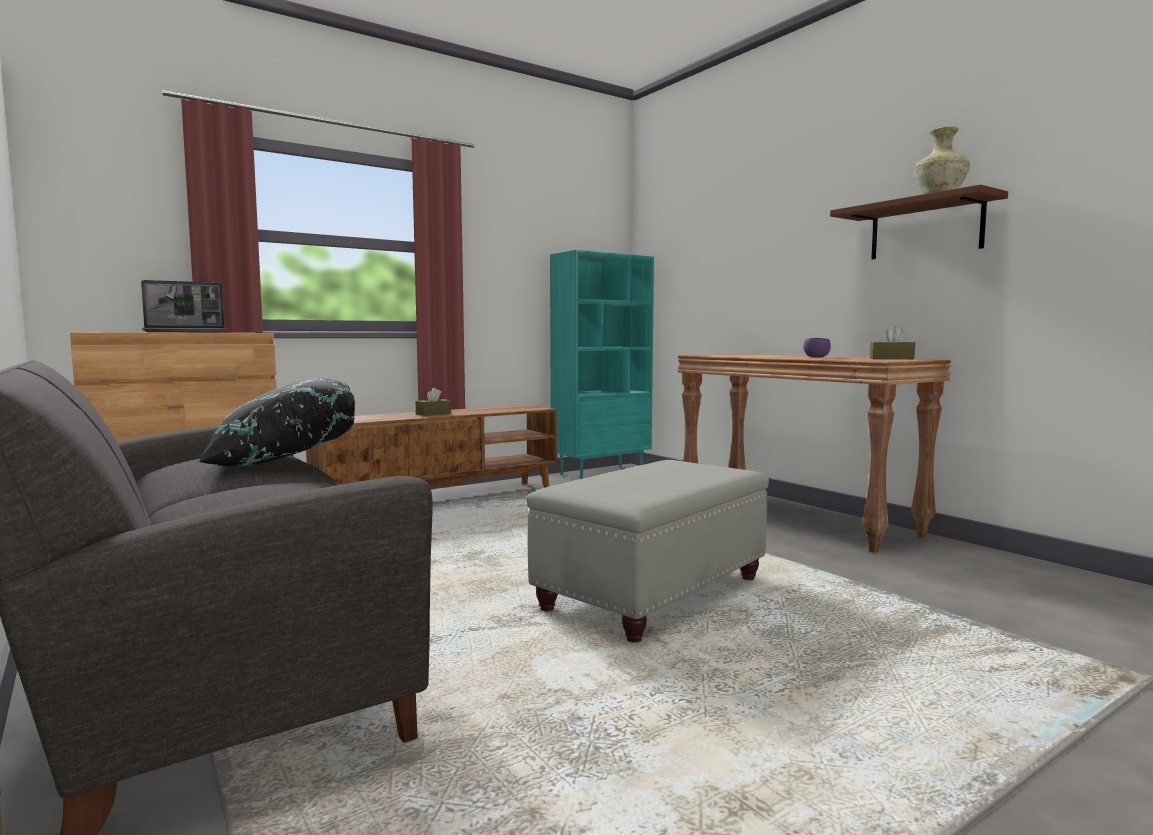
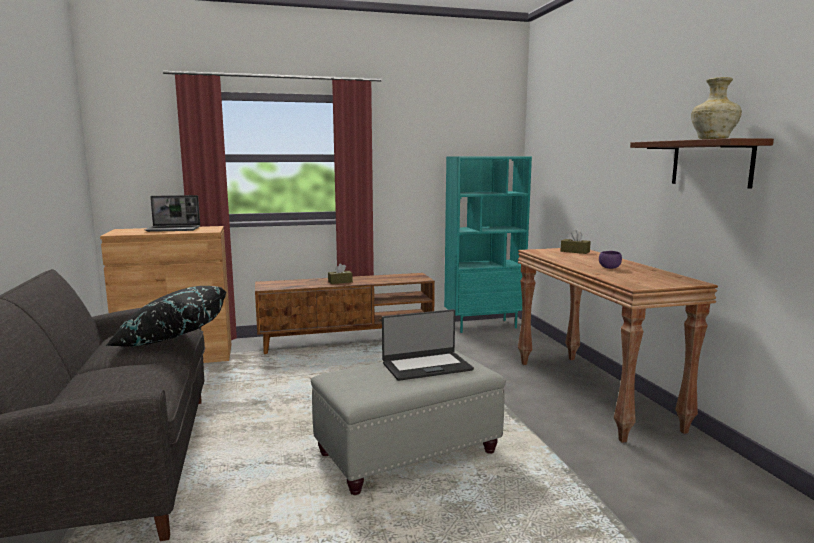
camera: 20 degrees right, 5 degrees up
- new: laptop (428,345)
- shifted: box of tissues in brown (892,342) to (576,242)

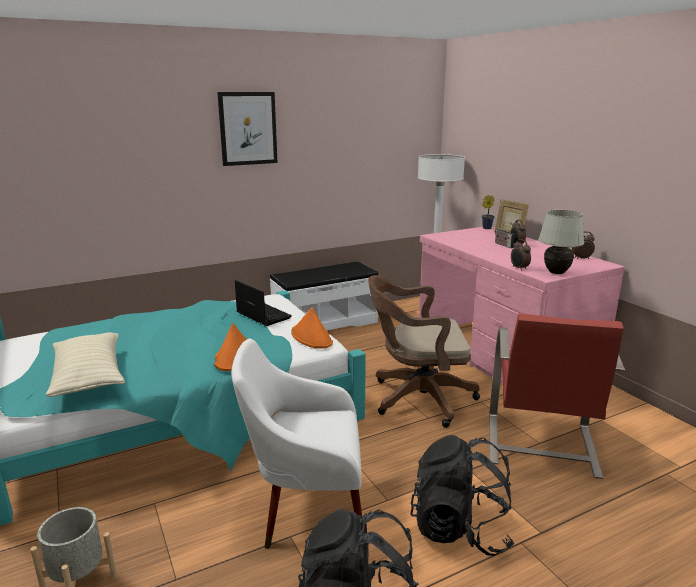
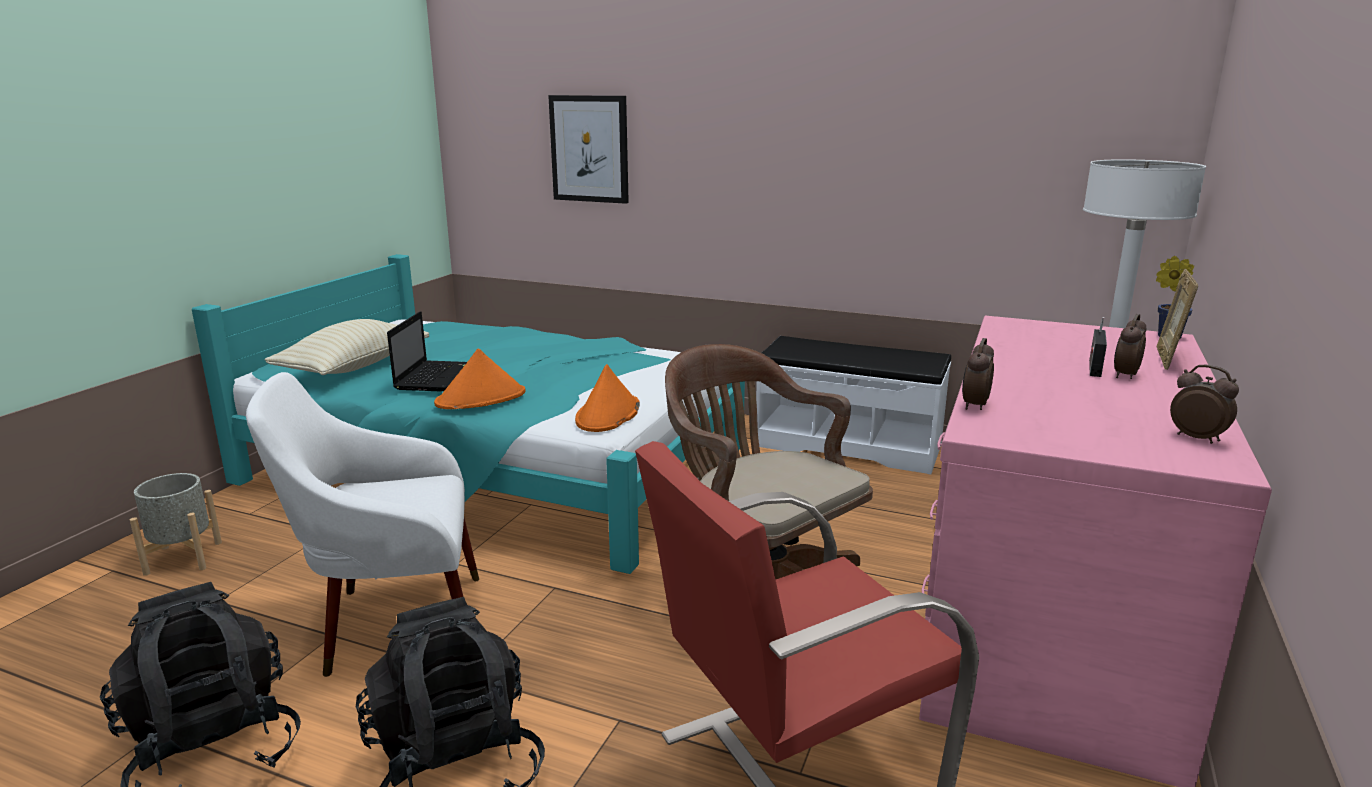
camera: 50 degrees right, 0 degrees up
- rotated: easy chair in whitish (296,444) = (362,524) 60 degrees counterclockwise
- shifted: laptop (263,303) to (427,351)
- shifted: picture (247,129) to (588,149)
- gone: lamp for a table in whitish (561,242)

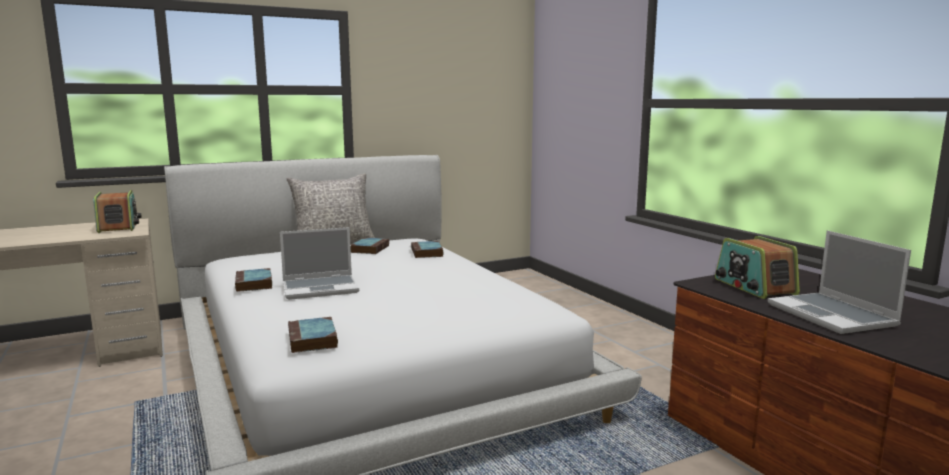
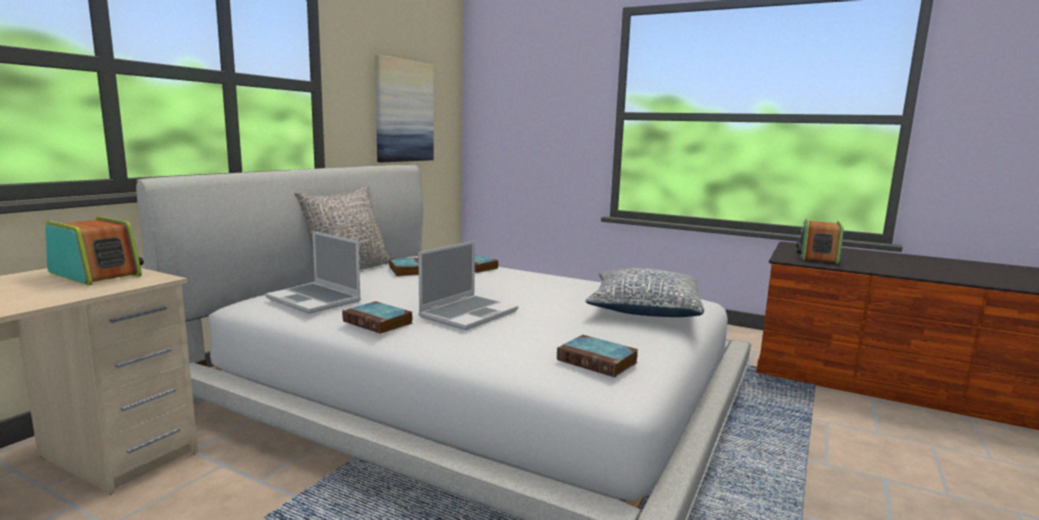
camera: 35 degrees left, 0 degrees up
- shifted: laptop (839,282) to (313,272)
- new: picture (404,108)
- new: throw pillow (644,292)
- rotated: radio set (757,267) = (820,241) 75 degrees clockwise

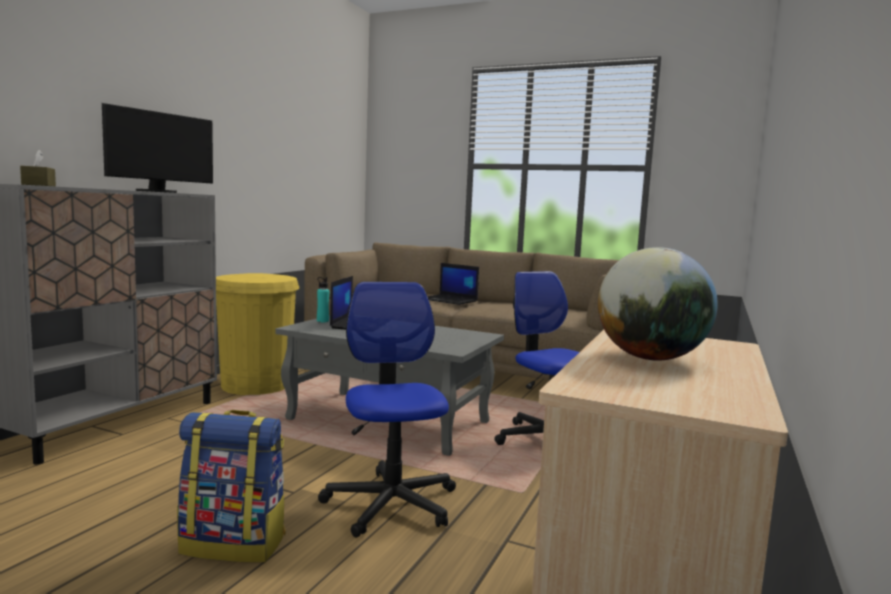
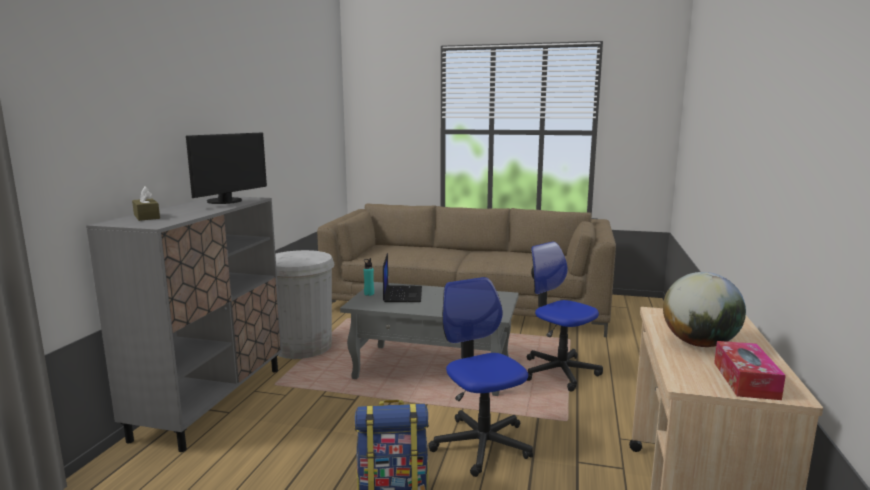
camera: 10 degrees left, 5 degrees up
- repainted: rubbish bin in yellowish (257,334) to rubbish bin in whitish (305,304)
- new: box of tissues (750,370)
- gone: laptop (453,284)

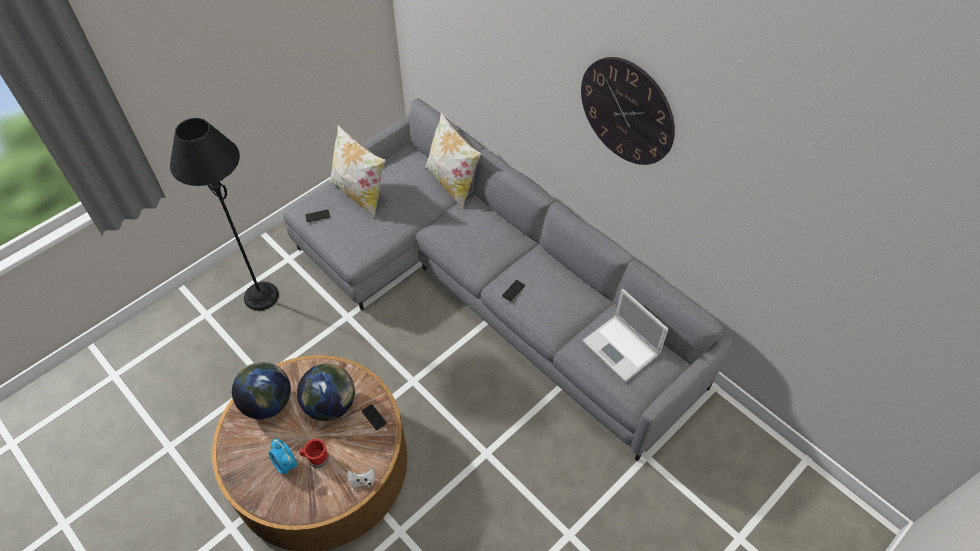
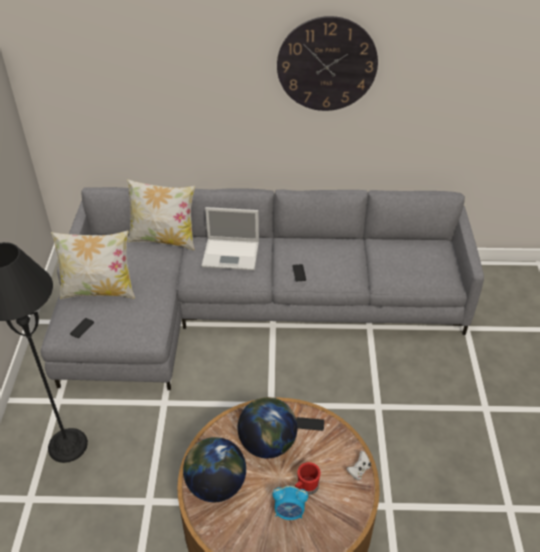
camera: 45 degrees left, 10 degrees down
- shifted: laptop (625,335) to (230,238)

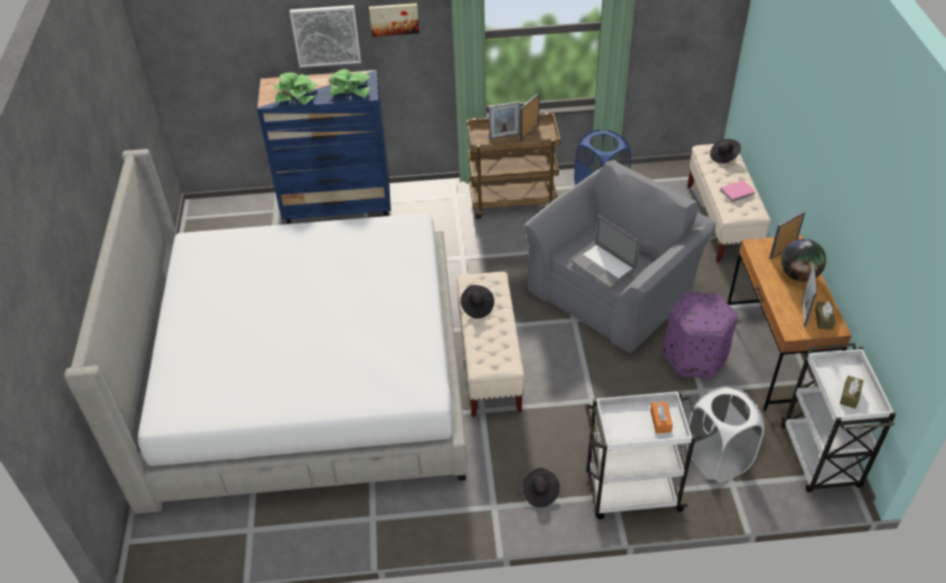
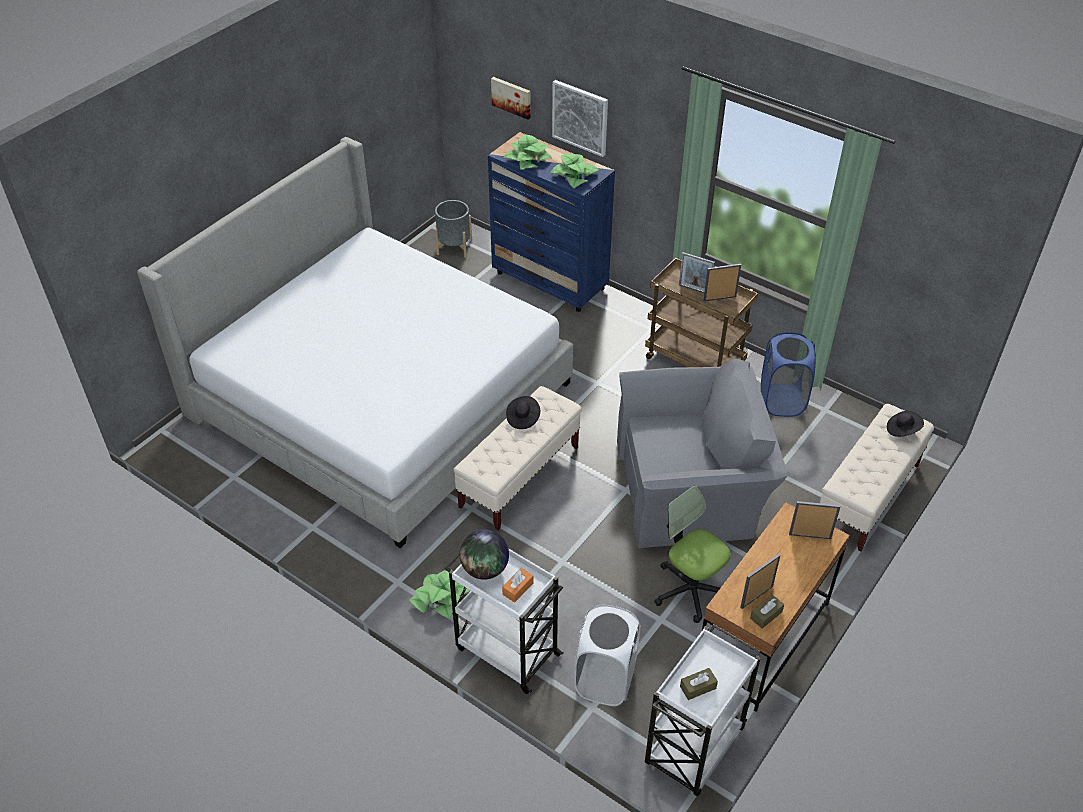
camera: 40 degrees right, 0 degrees up
- swapped: clothing hat in black (541,487) to houseplant (439,594)
- new: plant pot in gray (453,229)
- shifted: globe (803,260) to (484,555)
- shifted: picture (394,20) to (511,98)
- swapped: footrest in purplish (700,335) to computer chair (692,554)
- gone: laptop (605,252)
- gone: volume in pinkish (737,191)

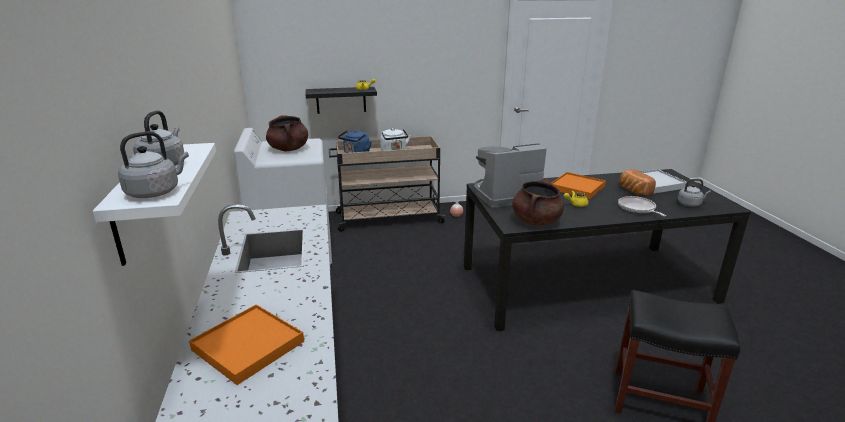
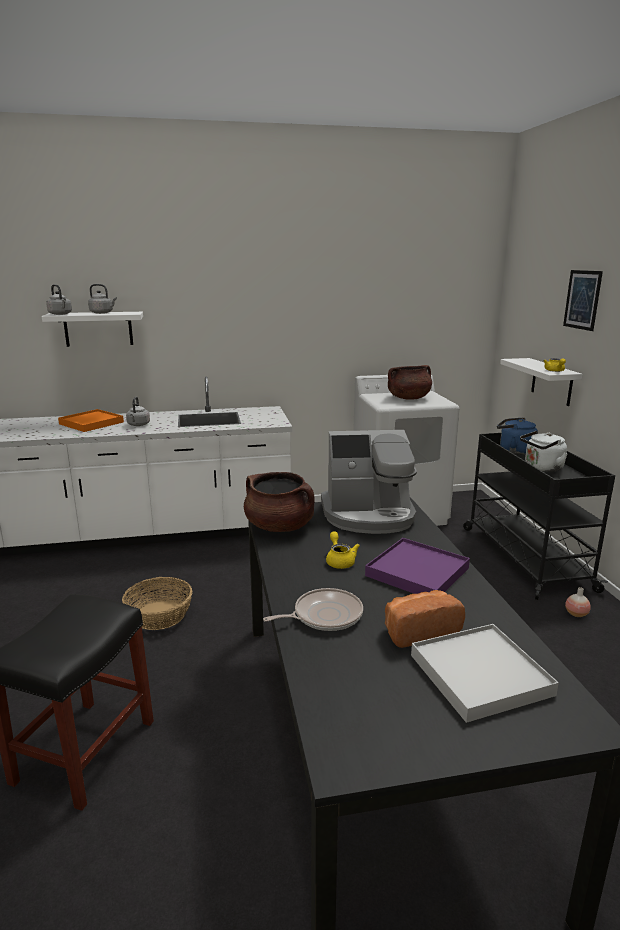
camera: 90 degrees right, 5 degrees down
- new: household basket (157,603)
- shifted: kettle in gray (694,193) to (138,411)
- rotated: coffee maker (510,175) = (369,482) 105 degrees clockwise
- repainted: serving tray in orangey (579,185) to serving tray in purplish (417,566)
- repainted: cart in beige-coloured (387,184) to cart in black (539,516)
- repainted: shelf in black (341,100) to shelf in whitish (541,382)
- new: picture (583,300)

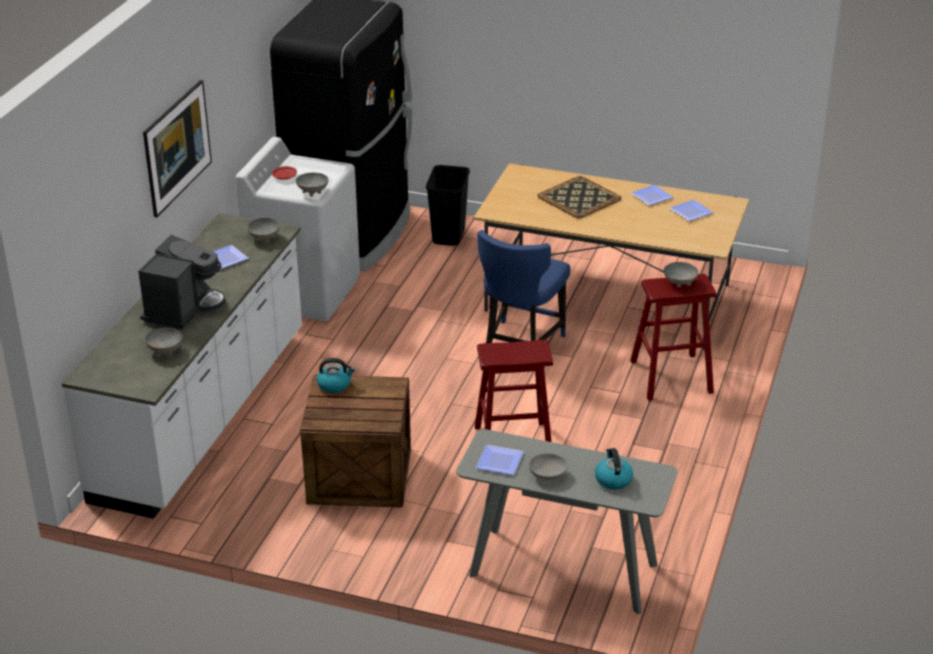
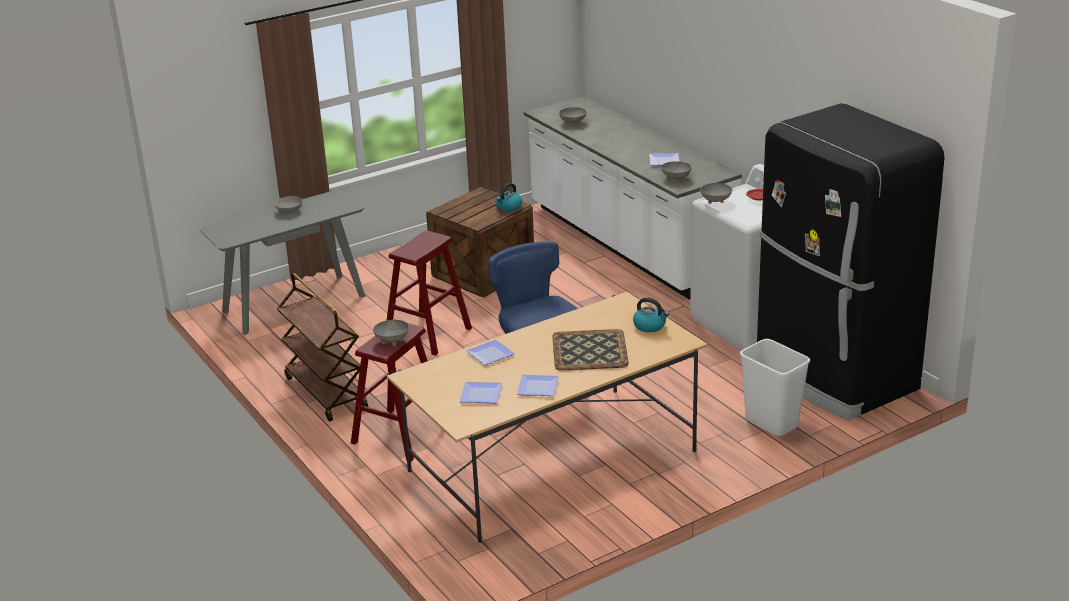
camera: 130 degrees right, 5 degrees down
- new: cart in brown (322,347)
- shifted: plate (500,460) to (490,353)
- shifted: kettle (614,469) to (651,314)
- repainted: rubbish bin in black (448,205) to rubbish bin in whitish (775,387)
- gone: coffee maker (182,282)
- gone: picture (177,148)

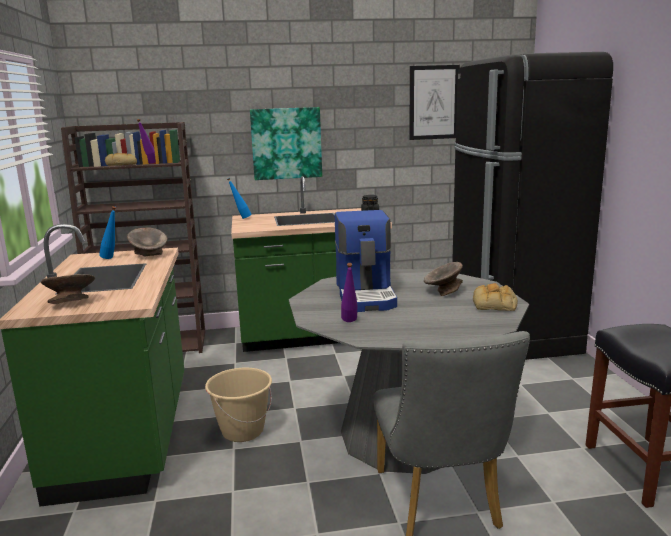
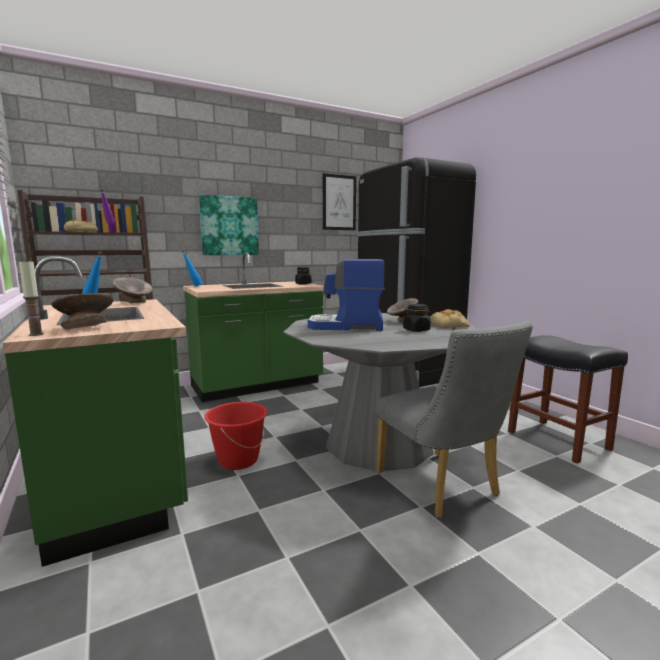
camera: 20 degrees left, 5 degrees down
- new: wax light (31,297)
- repainted: water bucket in beige-coloured (238,405) to water bucket in red (235,436)
- rotated: coffee maker (366,261) = (346,295) 120 degrees clockwise
- new: preserve jar in black (417,318)
- gone: drink bottle in purplish (349,292)

